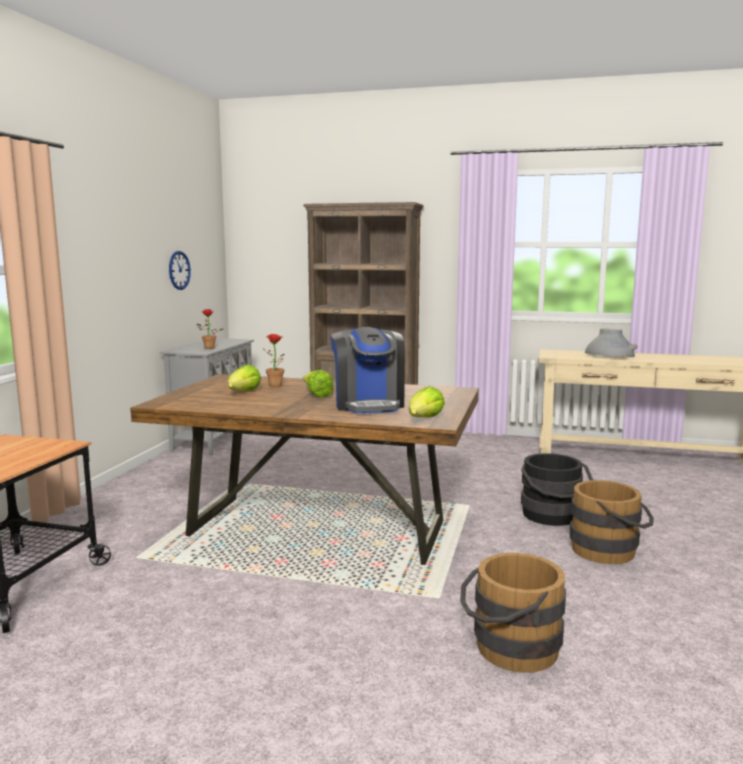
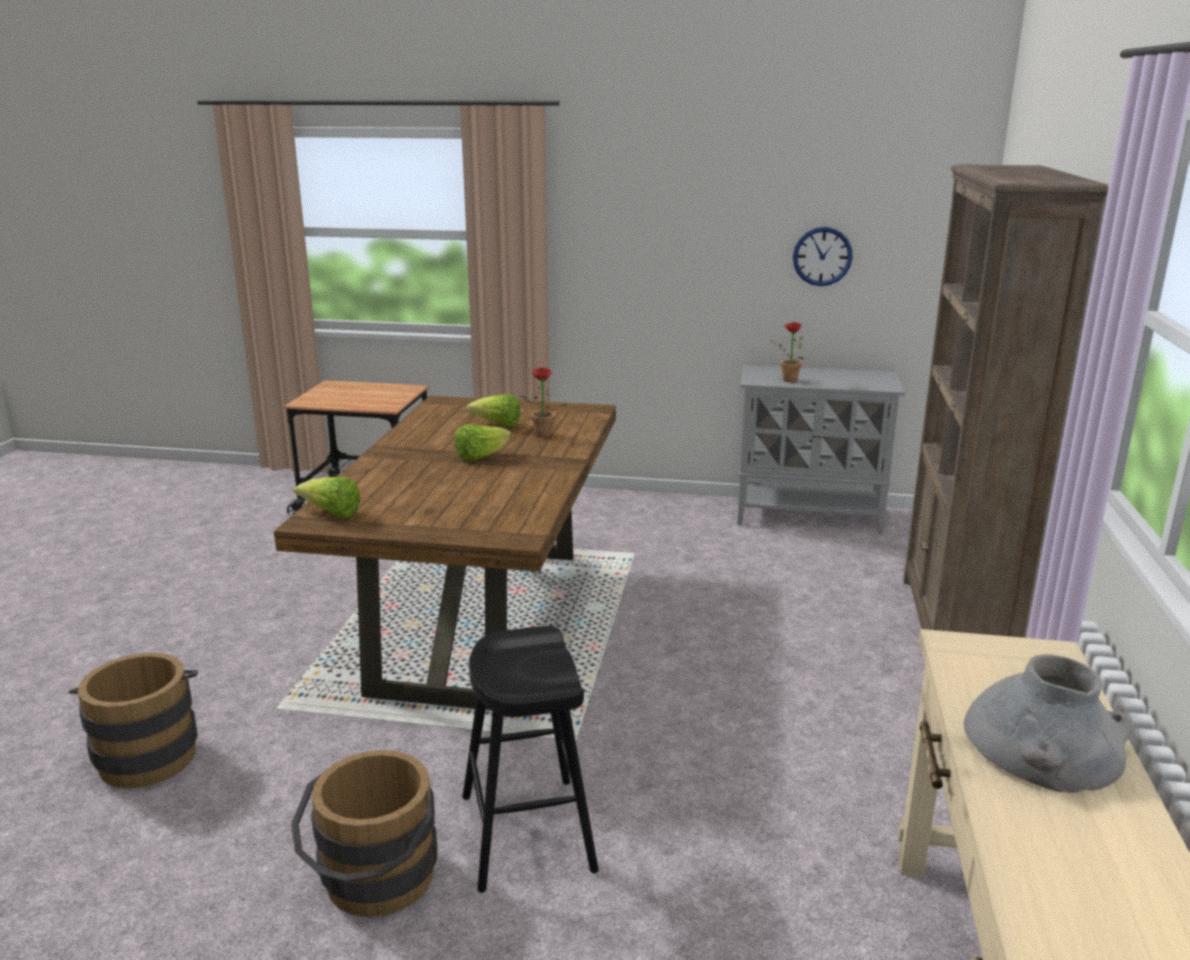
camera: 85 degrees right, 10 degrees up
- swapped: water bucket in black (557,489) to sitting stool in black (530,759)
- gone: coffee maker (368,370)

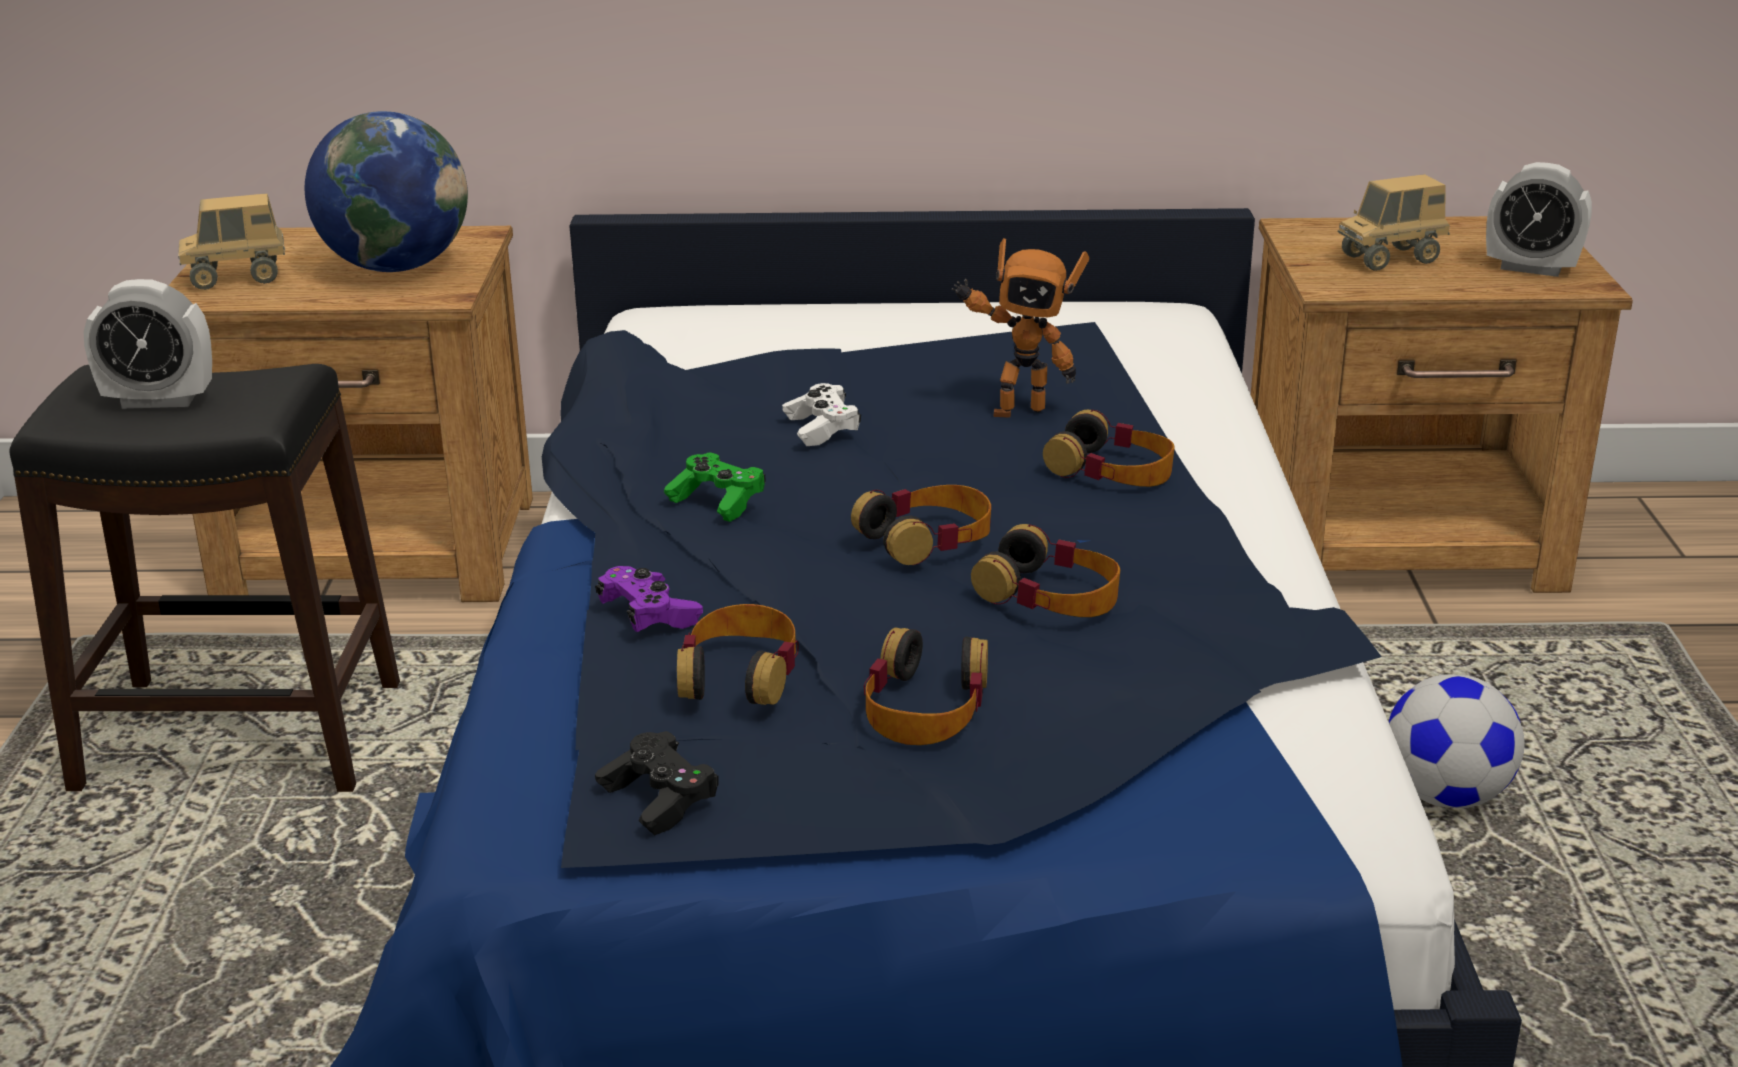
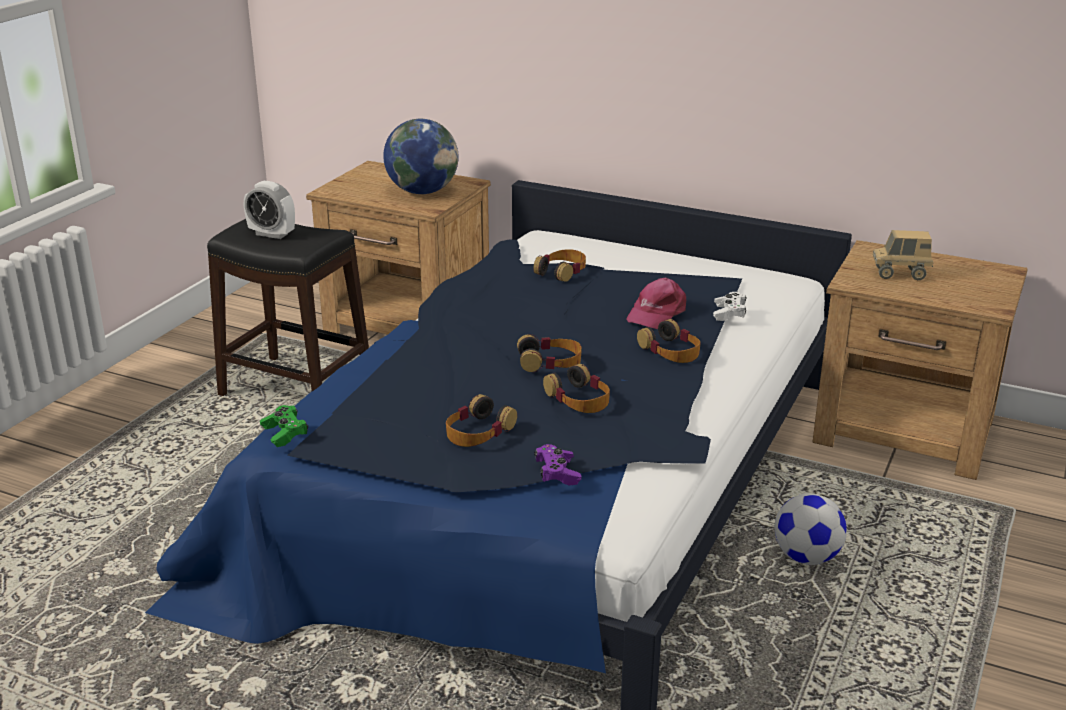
camera: 25 degrees right, 0 degrees up
- shifted: gamepad in green (715,487) to (284,426)
- shifted: headphones (738,654) to (559,265)
- shifted: gamepad in purplish (649,599) to (558,465)
- swapped: robot figure (1020,328) to baseball cap in pinkish (656,303)
- shifted: gamepad in whitish (821,414) to (730,306)
- gone: toy lorry (231,241)
- gone: gamepad in black (657,783)
- gone: table clock (1539,219)

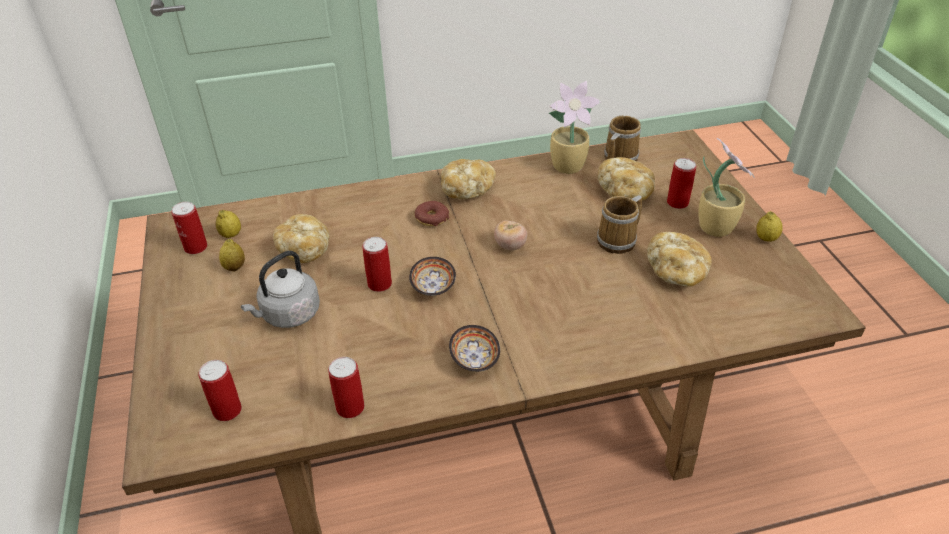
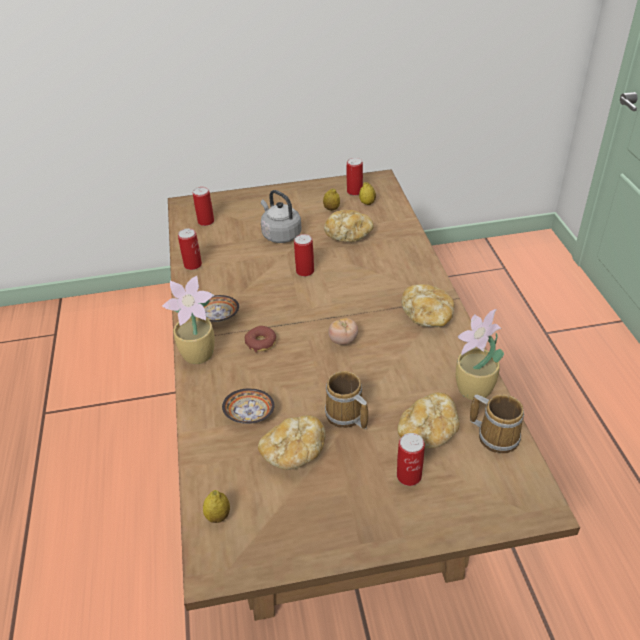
camera: 95 degrees right, 0 degrees up
- shifted: houseplant (726,187) to (188,320)
- shifted: whole lemon (769,226) to (216,506)
- shifted: bowl (432,276) to (248,406)
- shifted: doughnut (432,213) to (260,339)

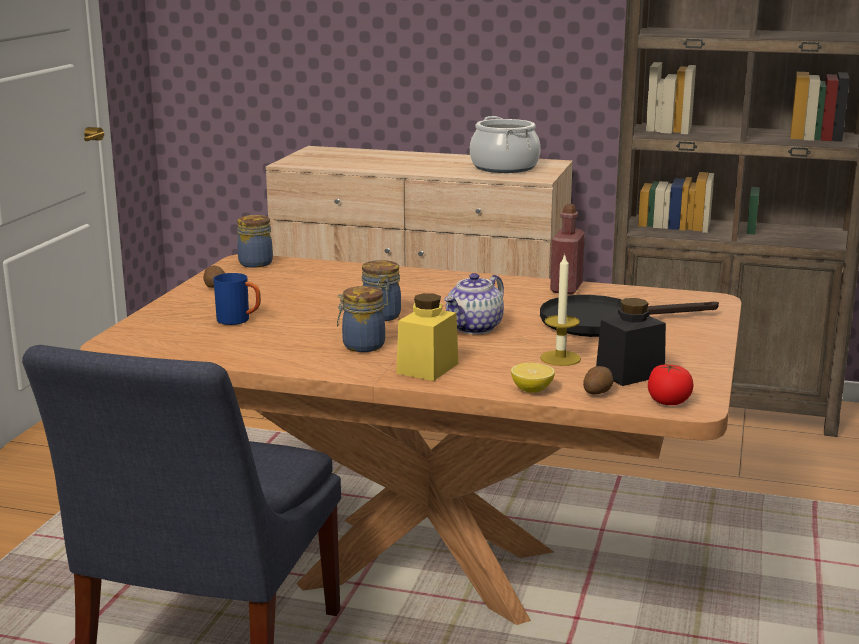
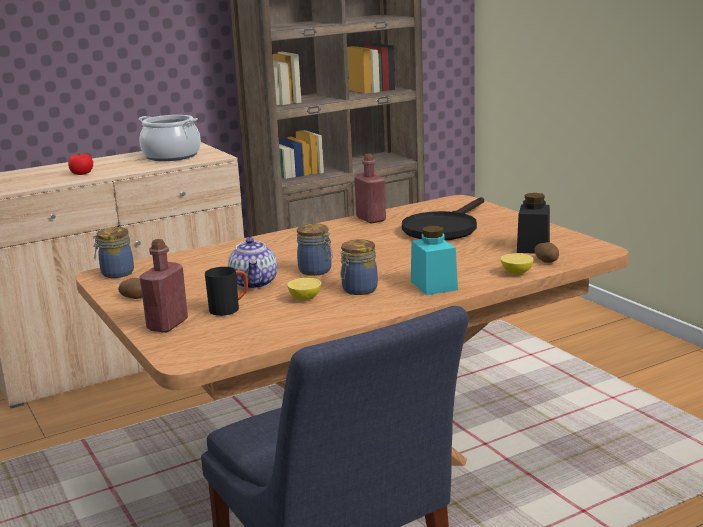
camera: 45 degrees left, 0 degrees up
- shifted: whole tomato (671,384) to (80,164)
- new: drink bottle in red (164,286)
- repainted: mug in bluish (237,299) to mug in black (226,291)
- shifted: tea pot (474,303) to (252,263)
- new: whole lemon (304,289)
- repainted: preserve jar in yellowish (427,337) to preserve jar in blue-green (434,260)
- gone: wax light (560,309)

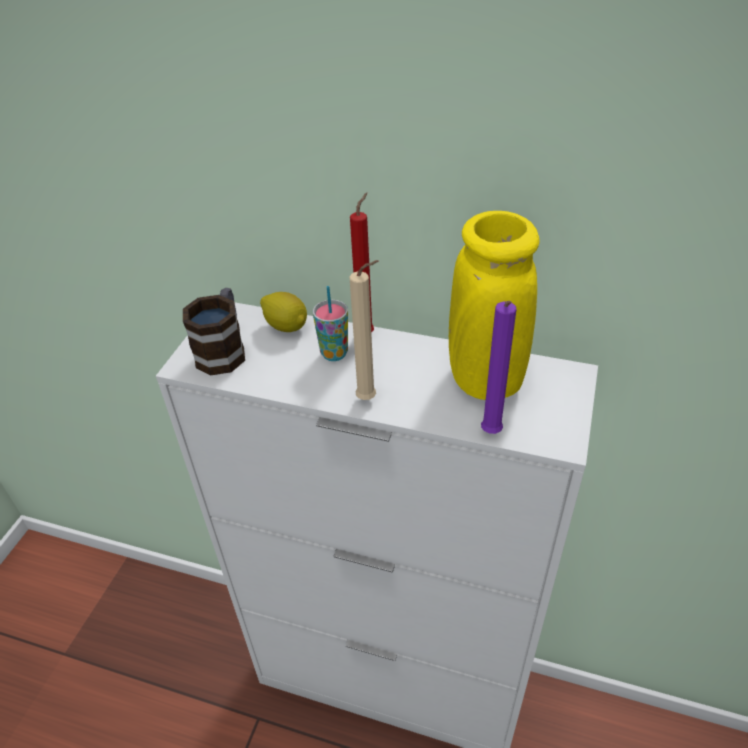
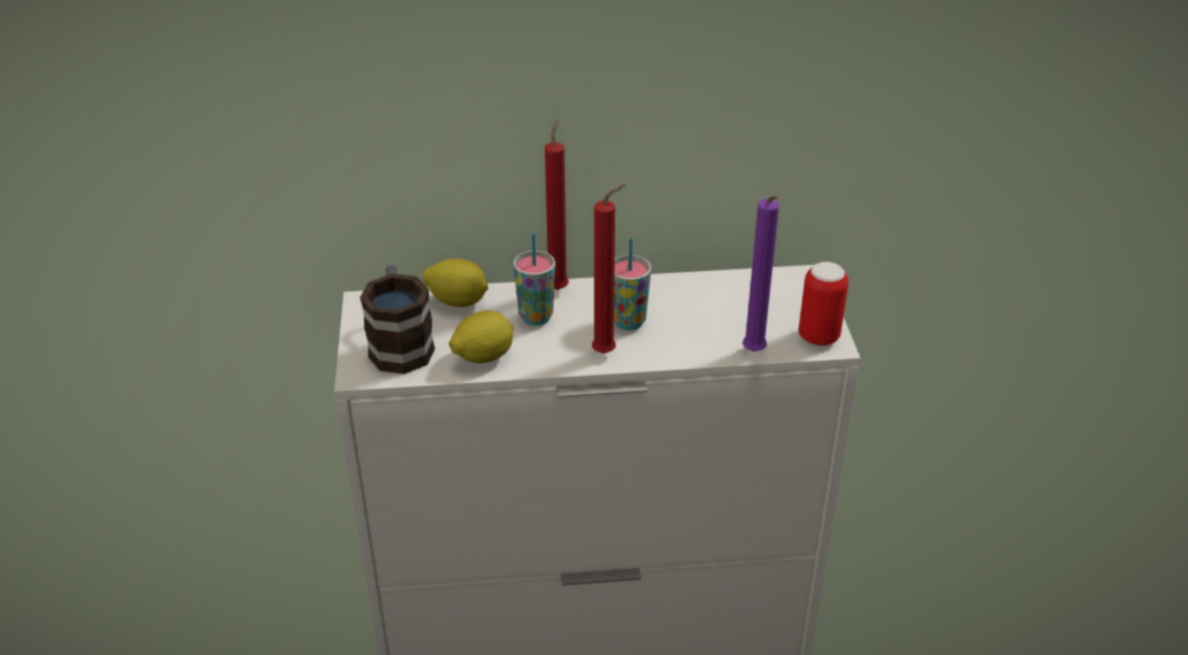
camera: 25 degrees left, 5 degrees down
- new: whole lemon (481,336)
- repainted: wax light in beige-coloured (364,330) to wax light in red (609,269)
- new: small cup (632,284)
- new: sealed can (824,304)
- gone: vase in yellowish (494,305)

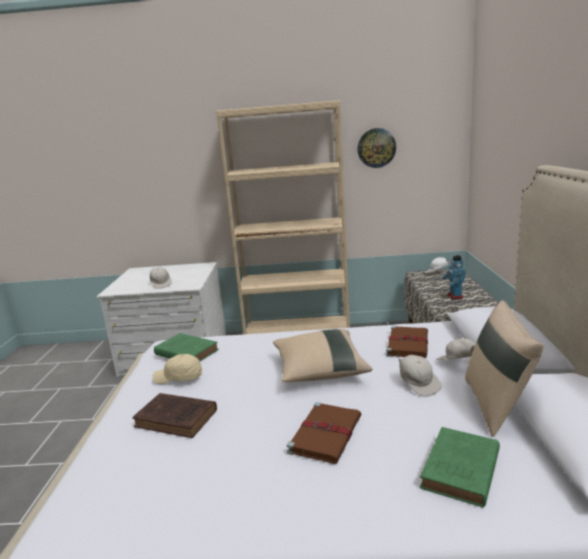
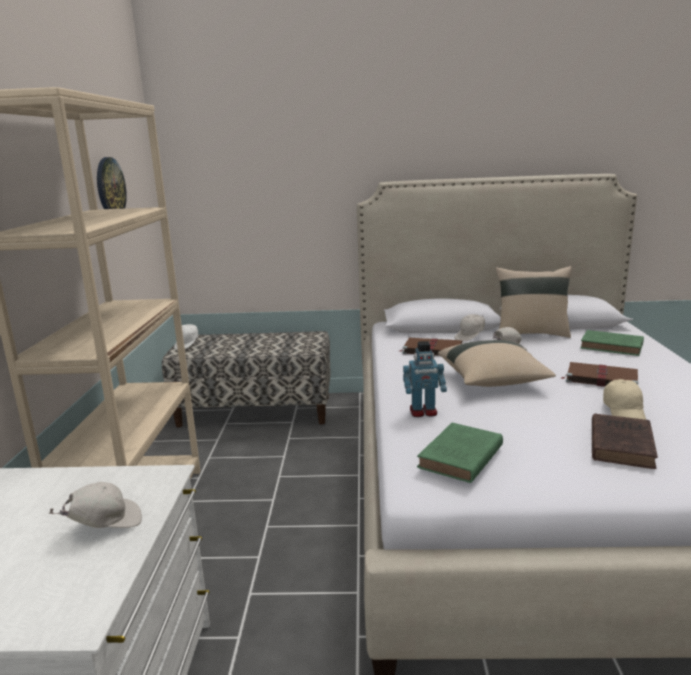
camera: 90 degrees left, 0 degrees up
- shifted: robot figure (454,277) to (425,379)
- shifted: baseball cap in beige-coloured (177,369) to (624,399)

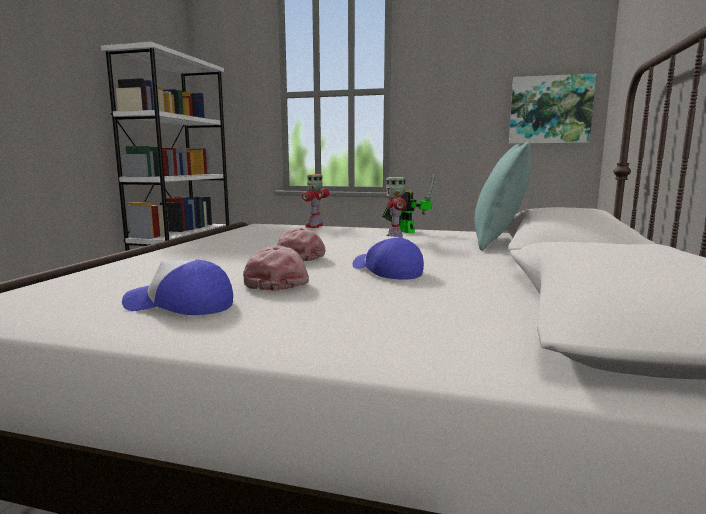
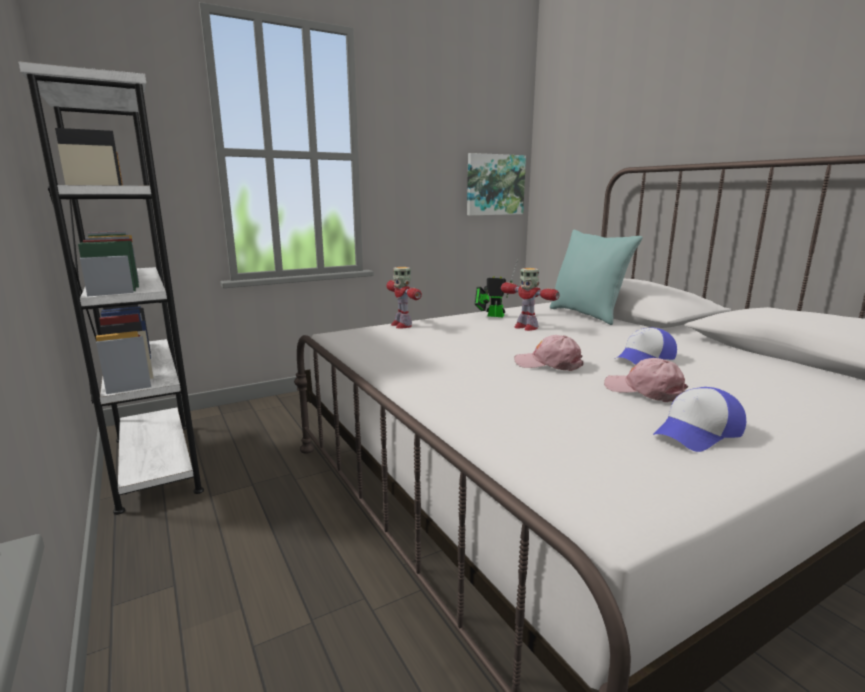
camera: 45 degrees left, 5 degrees up
- rotated: baseball cap (388,258) = (646,346) 45 degrees counterclockwise

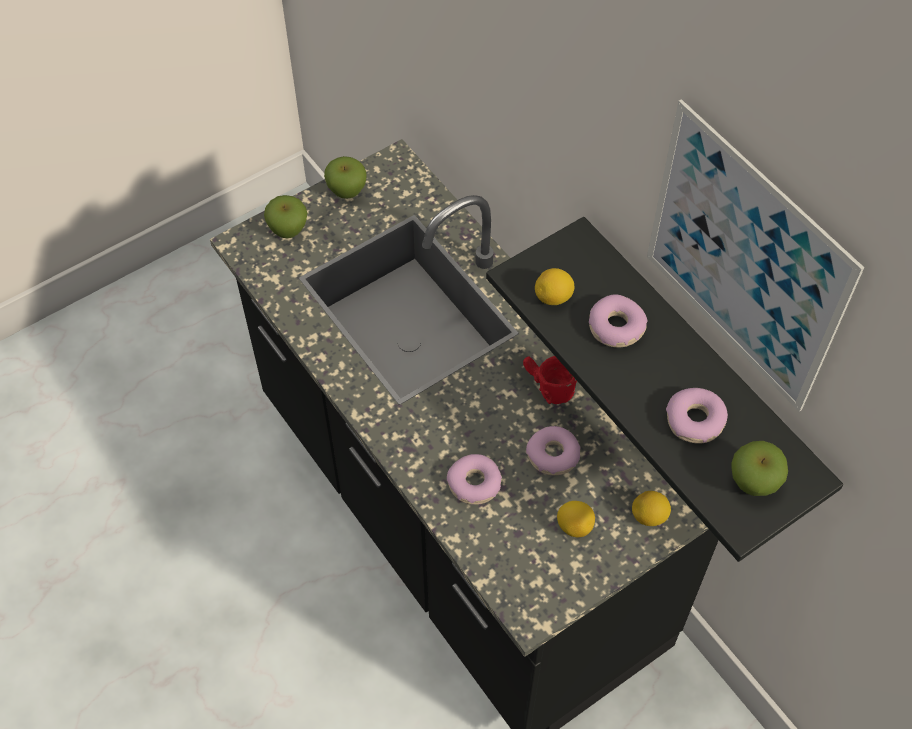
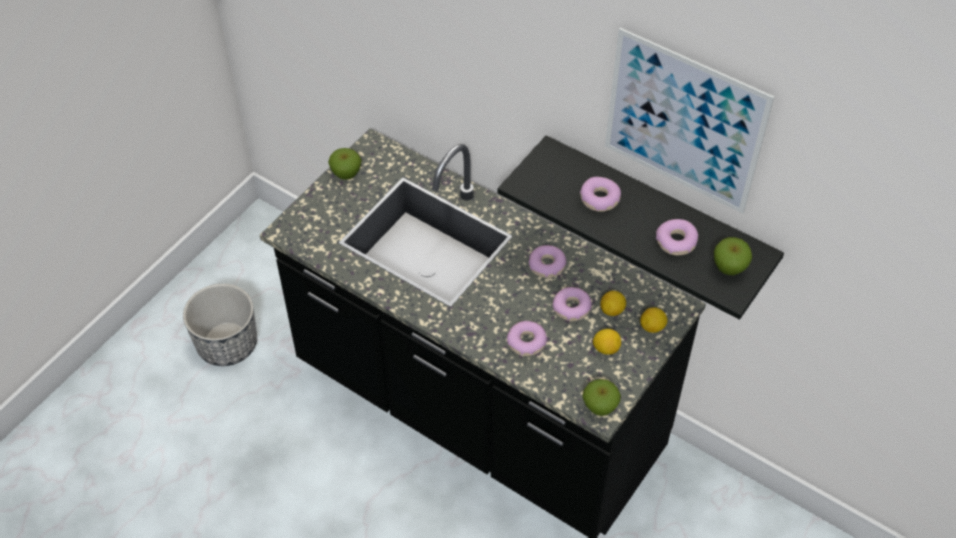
camera: 20 degrees left, 5 degrees down
- new: plant pot (220,325)
- swapped: mug in red (550,380) to doughnut (548,261)
- shifted: apple (285,216) to (602,397)
- shifted: whole lemon (554,286) to (613,303)

